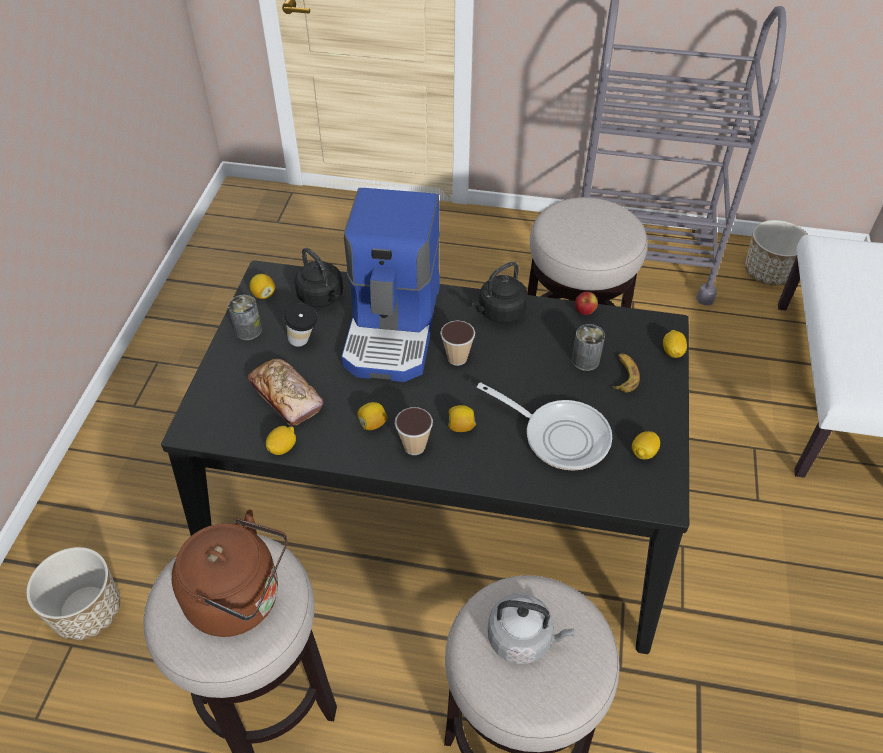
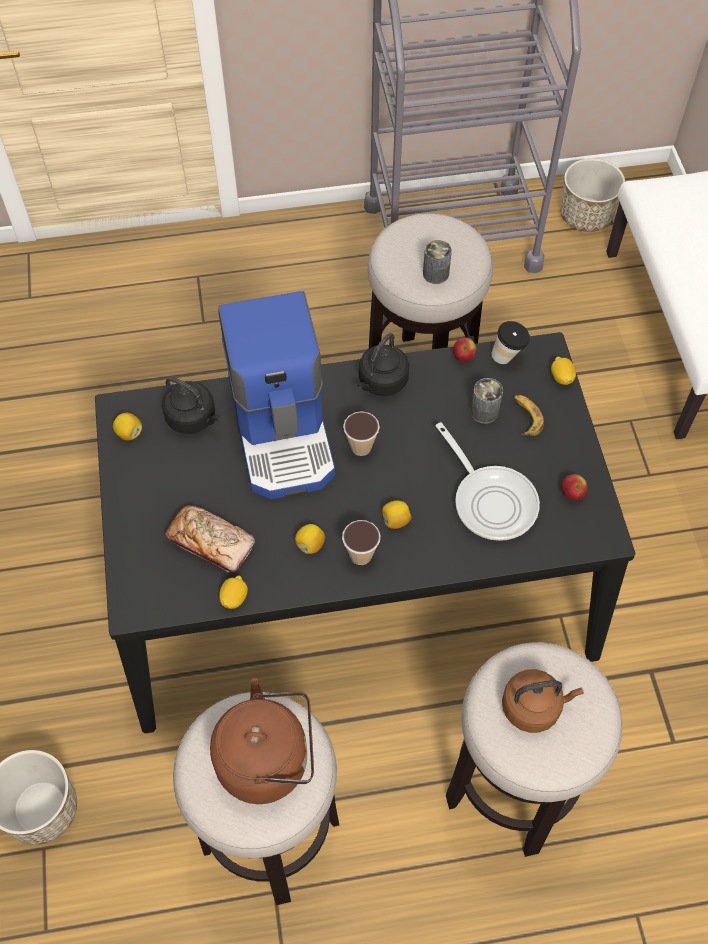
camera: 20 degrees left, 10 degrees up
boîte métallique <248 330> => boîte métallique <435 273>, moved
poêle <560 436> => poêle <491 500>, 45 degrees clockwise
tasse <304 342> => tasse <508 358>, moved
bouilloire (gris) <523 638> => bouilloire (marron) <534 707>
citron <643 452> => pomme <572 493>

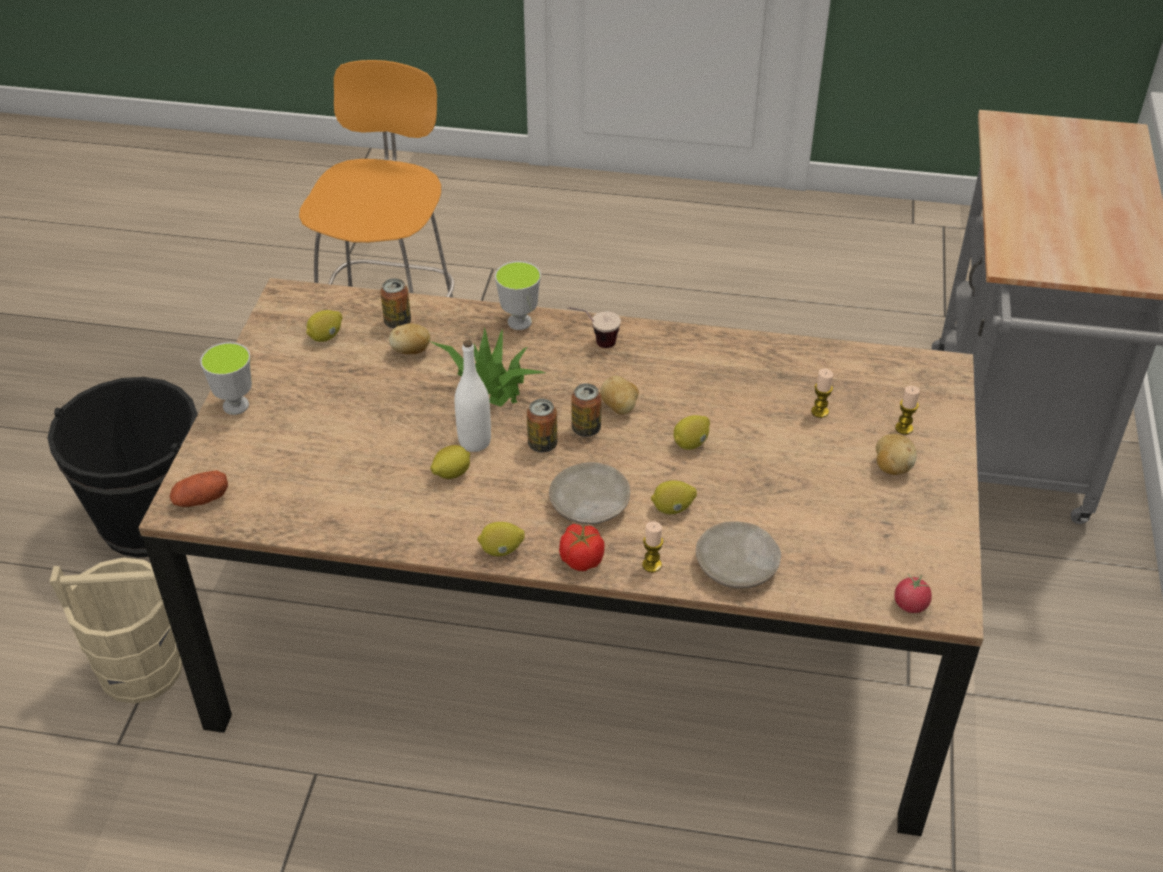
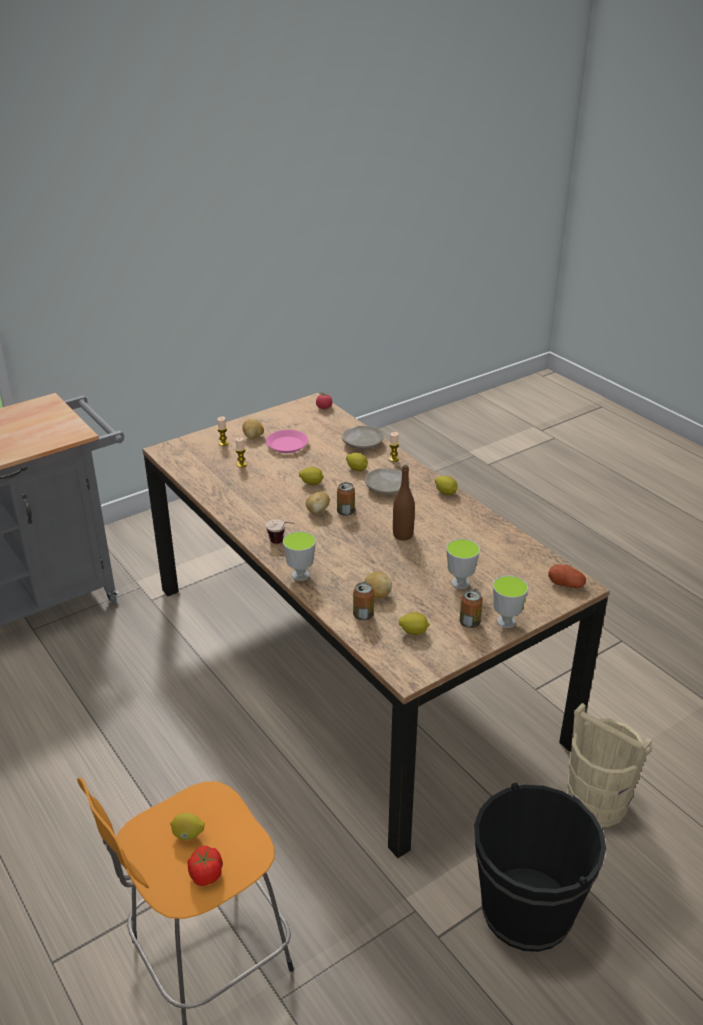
camera: 135 degrees left, 10 degrees down
citron <451 473> => citron <188 835>, moved
tomate <581 559> => tomate <206 874>, moved
nothing => assiette (rose) <287 445>
bouteille (blanc) <474 441> => bouteille (marron) <403 535>
nothing => tasse <460 583>
boîte métallique <542 444> => boîte métallique <469 623>, moved
plante en pot <489 385> => nothing

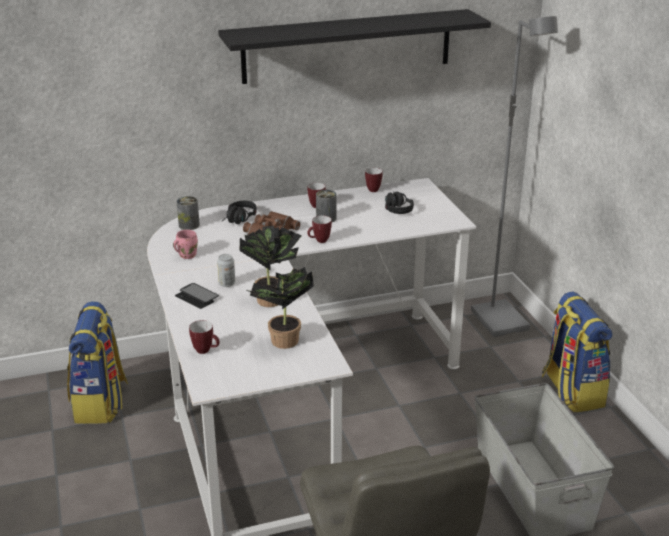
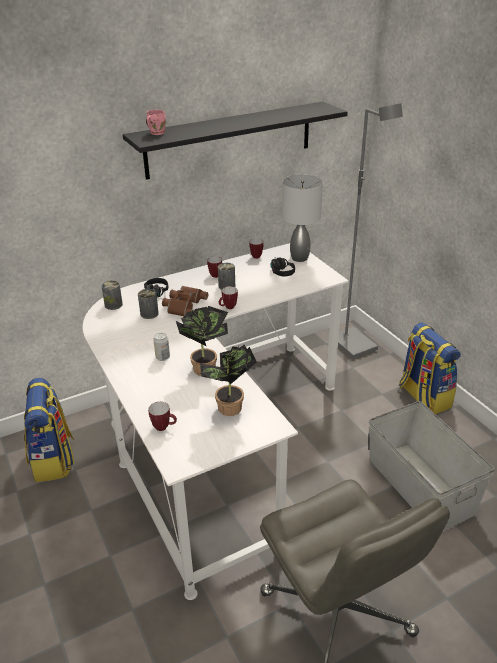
camera: 10 degrees left, 5 degrees up
nothing => boîte métallique <149 314>
mug (rose) <186 255> => mug (rose) <156 133>, moved
nothing => lampe de table (gris) <299 258>
téléphone <197 297> => nothing

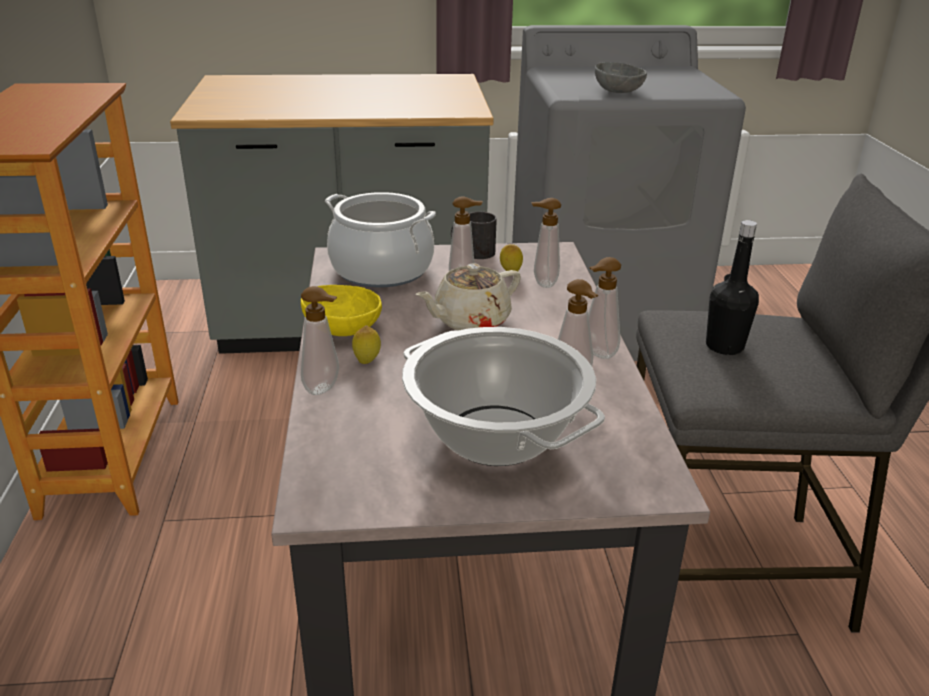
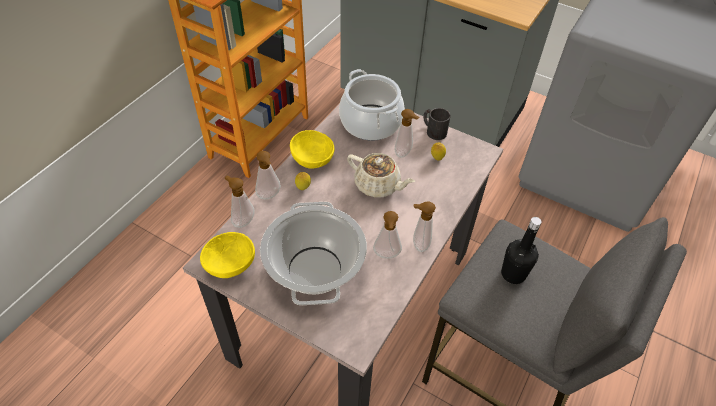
camera: 35 degrees right, 20 degrees up
nothing => bol (jaune) <229 264>
distributeur de savon <542 283> => distributeur de savon <242 220>, moved
théière (beige) <470 321> => théière (beige) <378 185>, 150 degrees counterclockwise
bol (gris) <619 91> => nothing

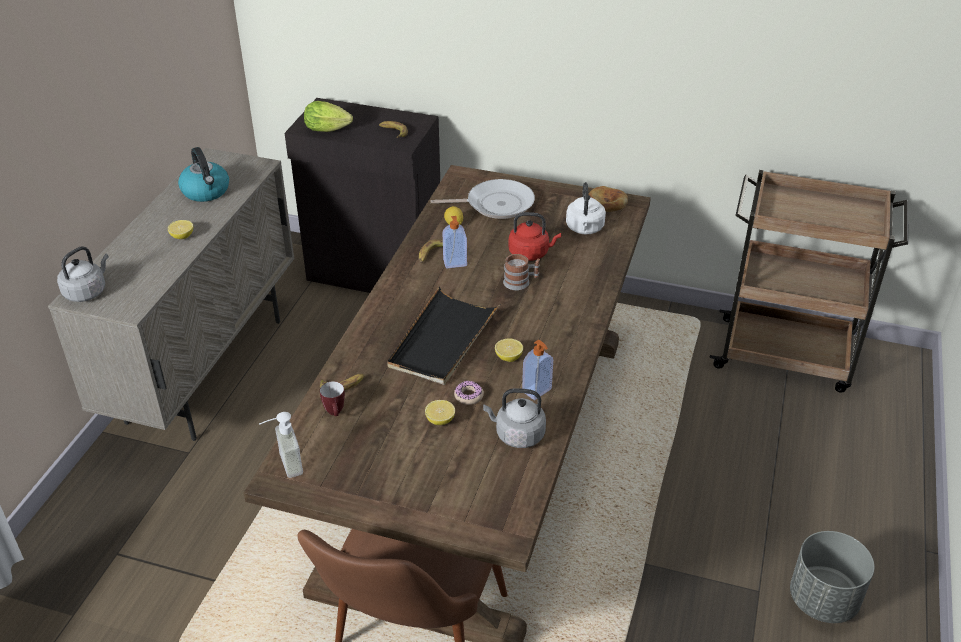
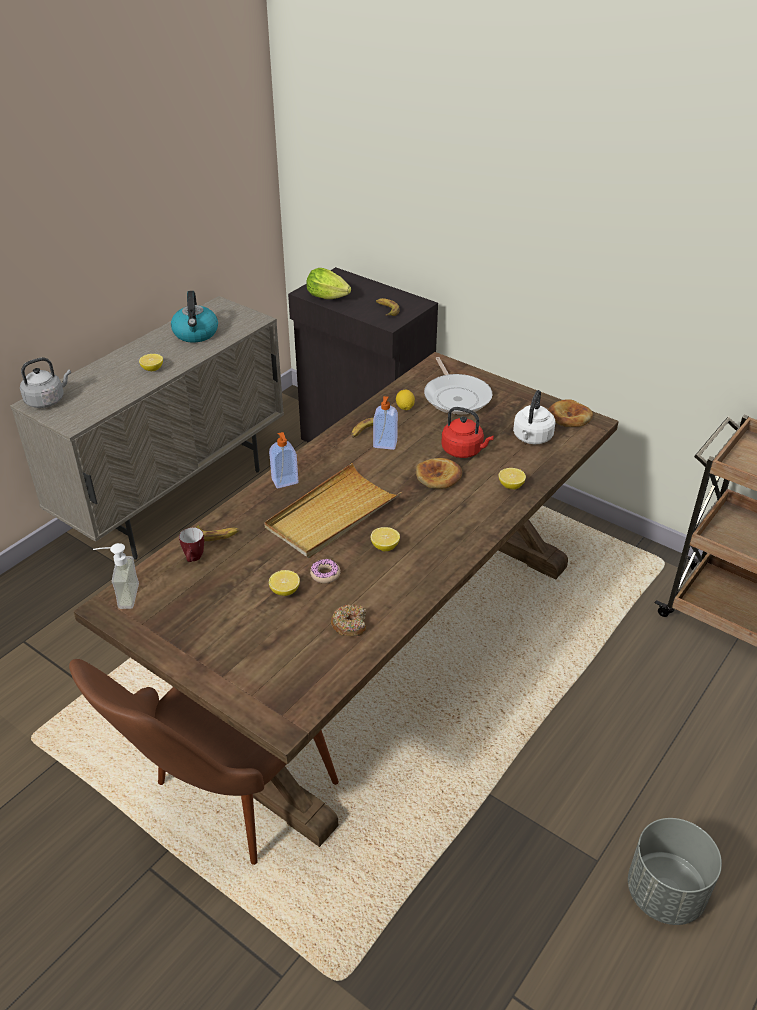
camera: 20 degrees right, 0 degrees up
plateau (noir) <443 340> => plateau (beige) <332 515>
distributeur de savon <537 391> => distributeur de savon <285 482>, moved
bouilloire (gris) <517 435> => beignet <350 625>
mug <521 282> => pain <438 476>
poêle <496 204> => poêle <456 397>, 60 degrees clockwise
nothing => citron <511 486>

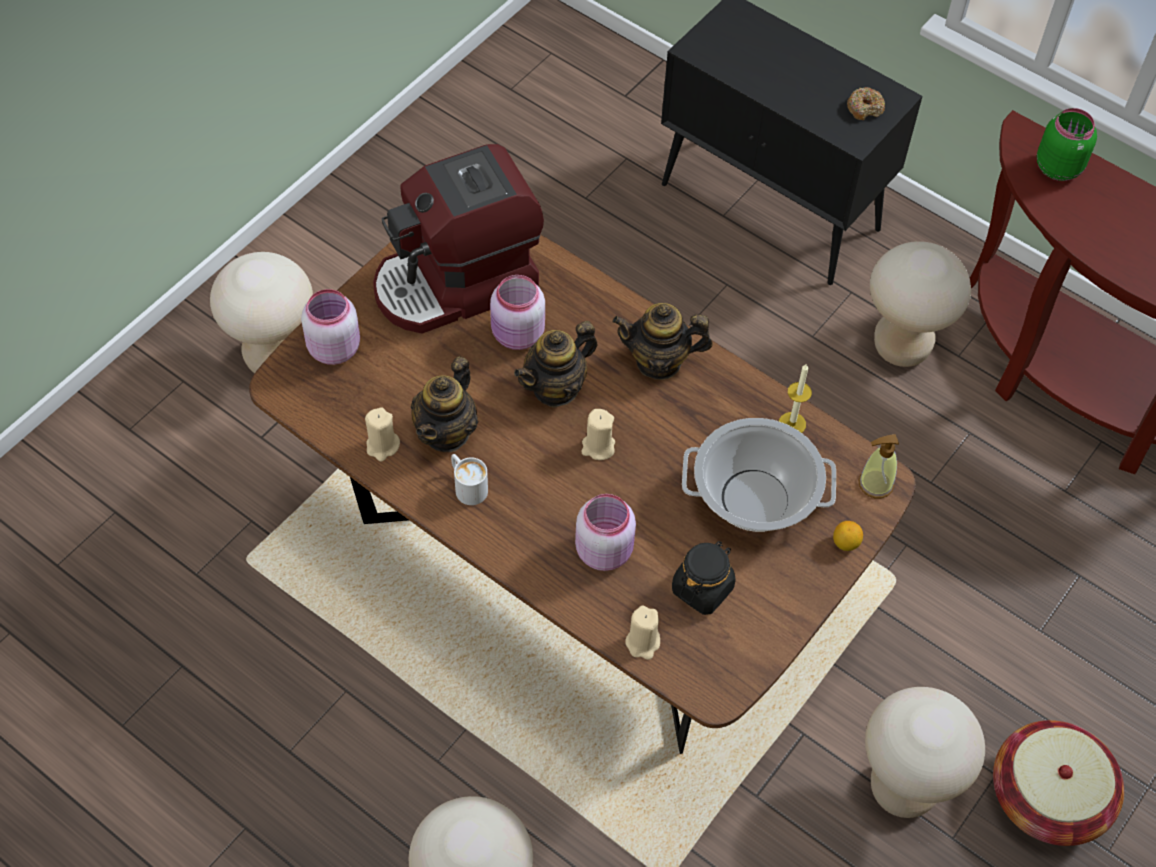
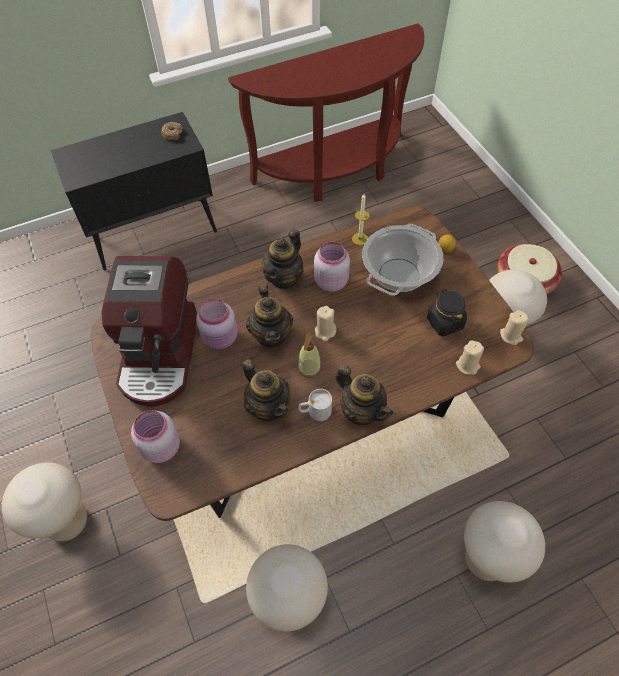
camera: 60 degrees left, 0 degrees up
tabouret (beige) <901 347> => tabouret (beige) <290 601>, moved
distributeur de savon <875 484> => distributeur de savon <309 368>, moved
bocal (rose) <605 550> => bocal (rose) <330 281>, moved
nothing => théière <361 410>
bougie (beige) <382 446> => bougie (beige) <511 336>, moved
bocal (vert) <1058 166> => nothing

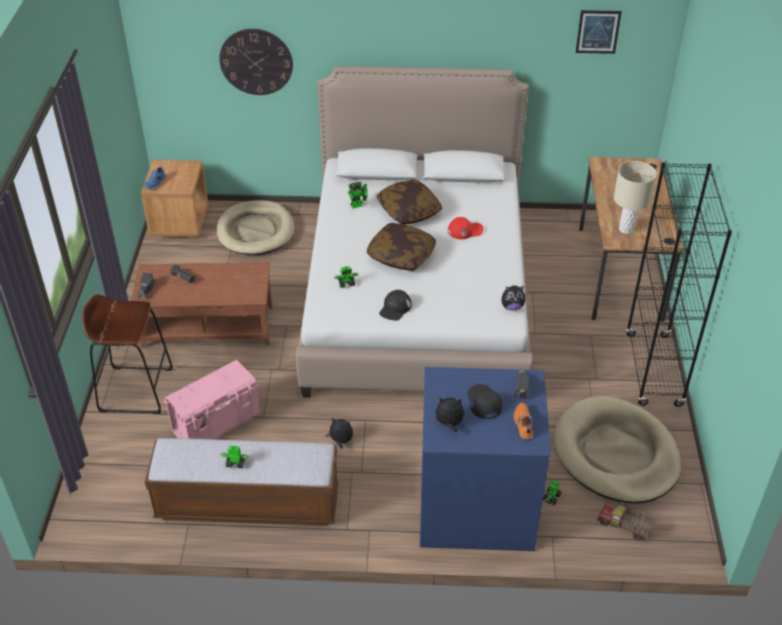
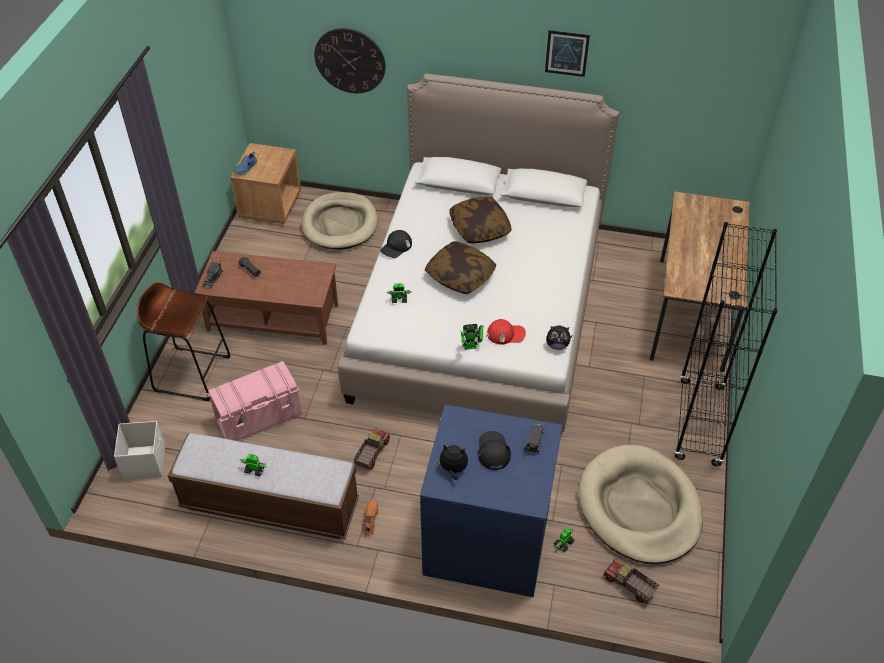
camera: 10 degrees right, 5 degrees up
nothing => boîte de rangement (blanc) <145 462>
peluche <340 441> => camion jouet <372 454>
chaussure (orange) <522 424> => chaussure (orange) <370 519>, moved
casquette (noir) <395 308> => casquette (noir) <396 247>, moved
robot jouet <358 205> => robot jouet <472 346>, moved
casquette (rouge) <465 230> => casquette (rouge) <506 334>, moved
tableau <598 31> => tableau <567 53>, moved
lampe de table (beige) <626 229> => nothing

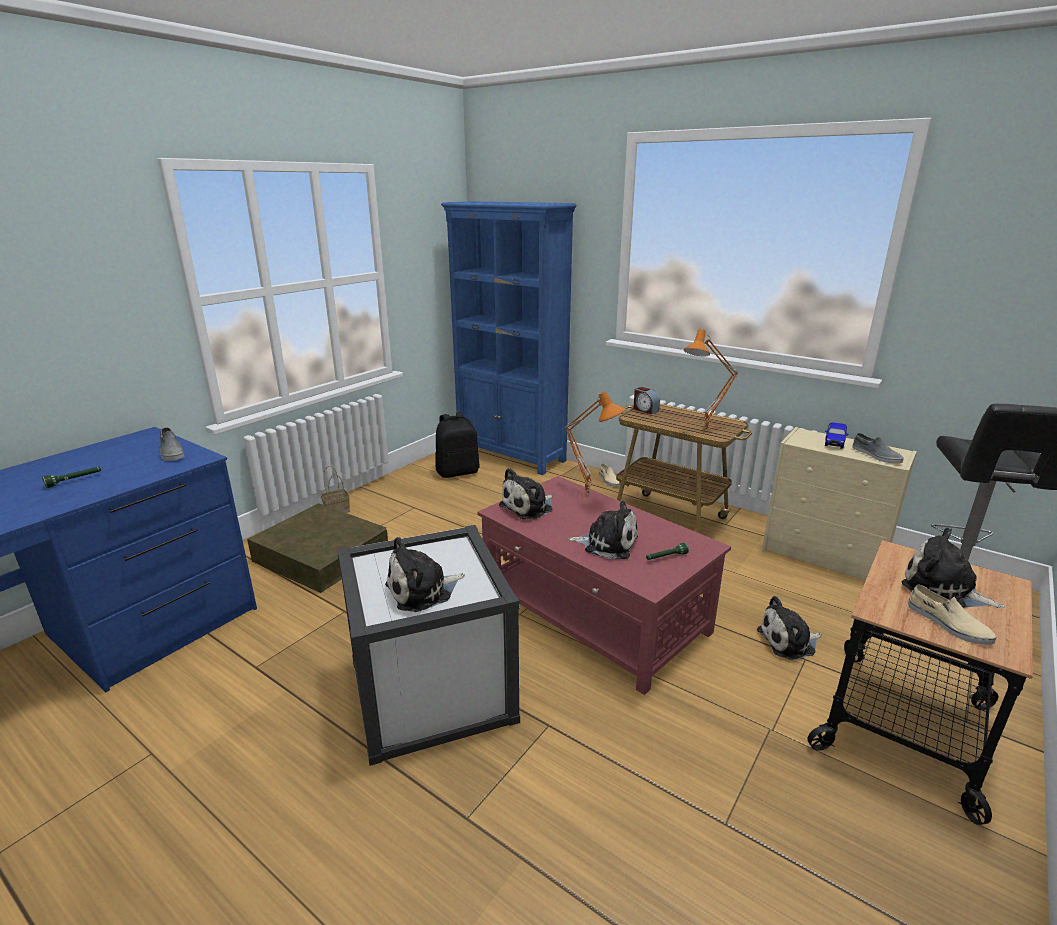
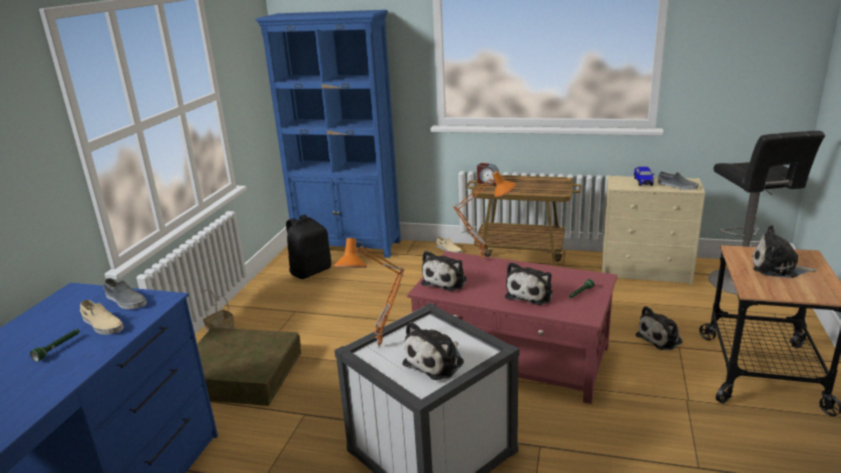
camera: 20 degrees left, 0 degrees up
chaussure (beige) <947 624> => chaussure (beige) <102 325>, moved
lampe de table (orange) <706 432> => lampe de table (orange) <381 347>, moved
peluche <607 543> => peluche <530 294>, 120 degrees clockwise

